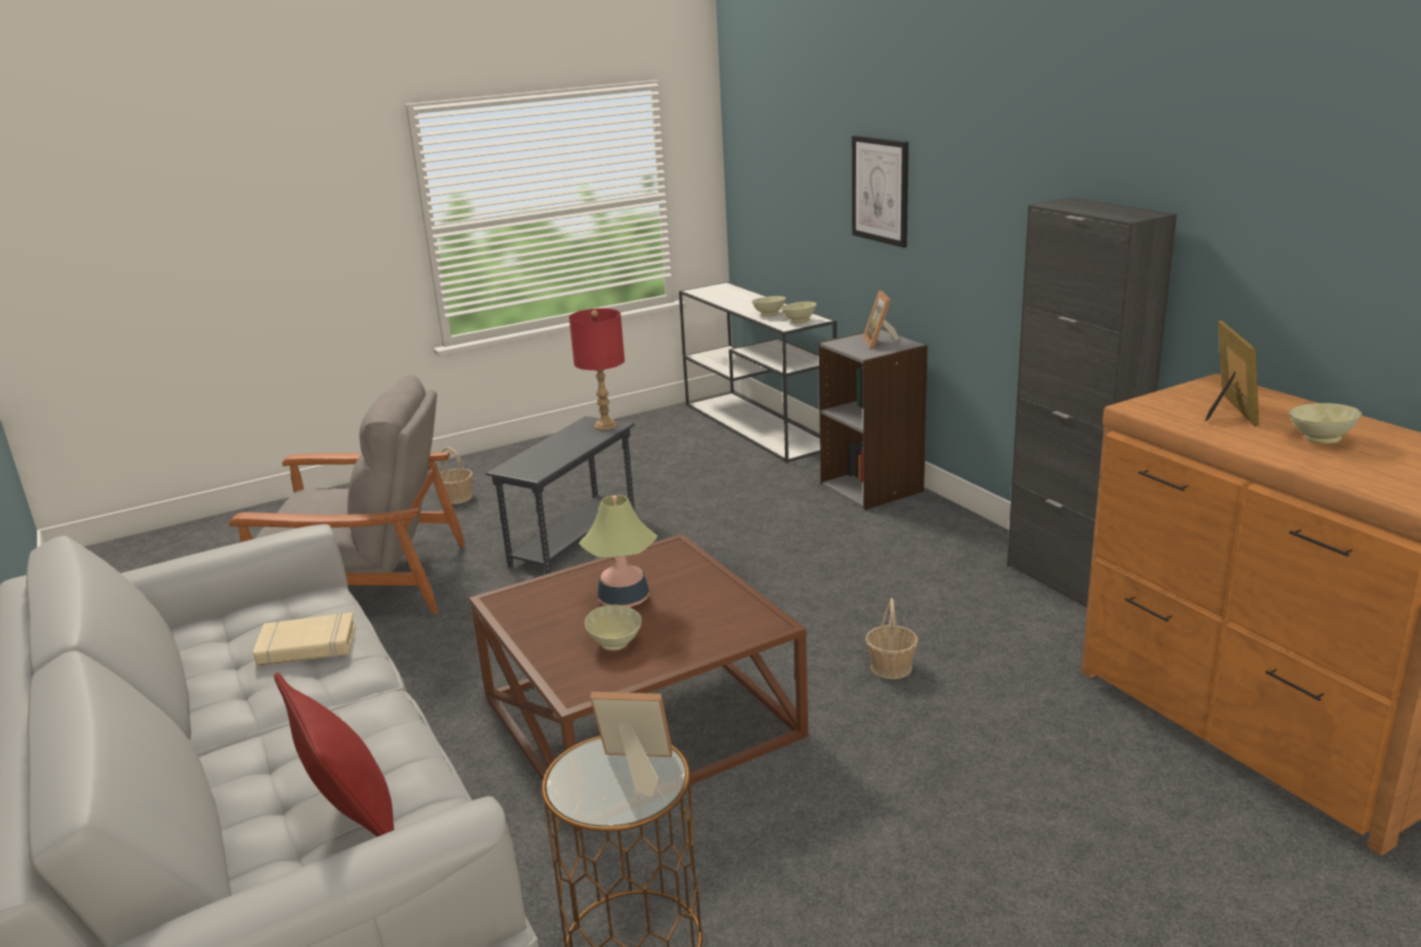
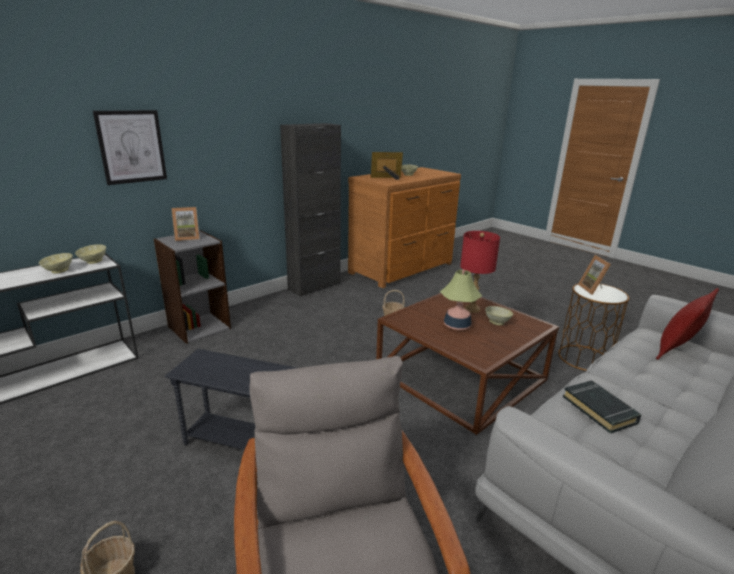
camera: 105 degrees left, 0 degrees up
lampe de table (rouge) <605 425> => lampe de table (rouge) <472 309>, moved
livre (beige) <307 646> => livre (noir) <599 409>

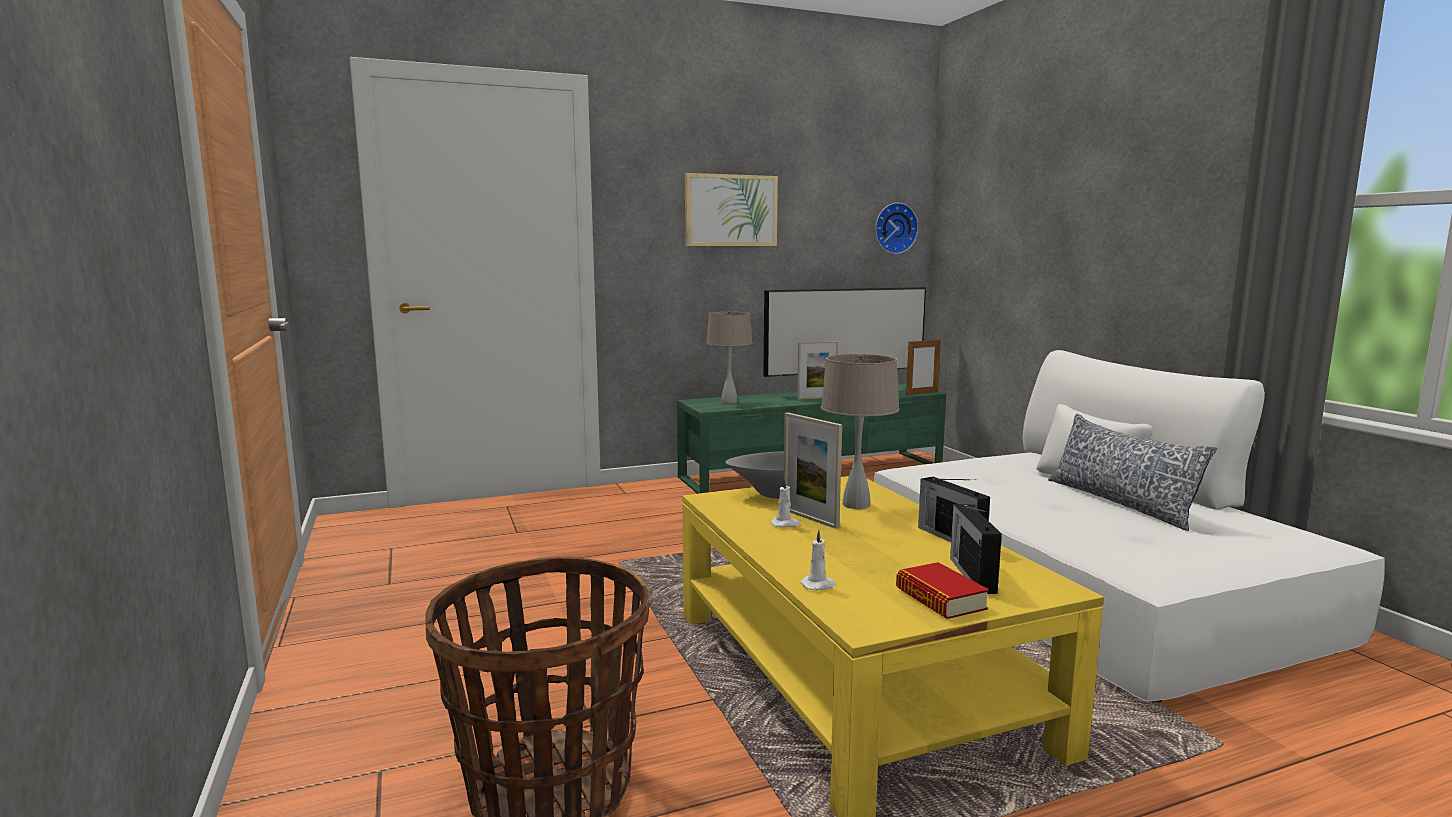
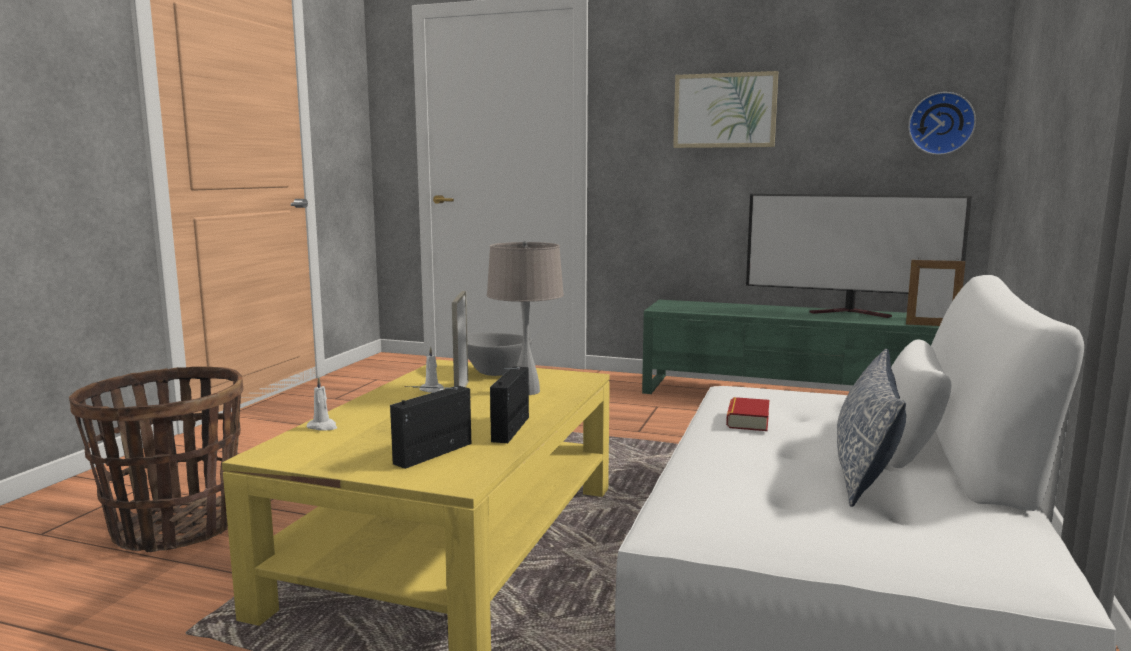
camera: 40 degrees right, 0 degrees up
livre <940 599> => livre <748 420>, moved
lampe de table (beige) <729 402> => nothing
cadre photo <817 398> => nothing

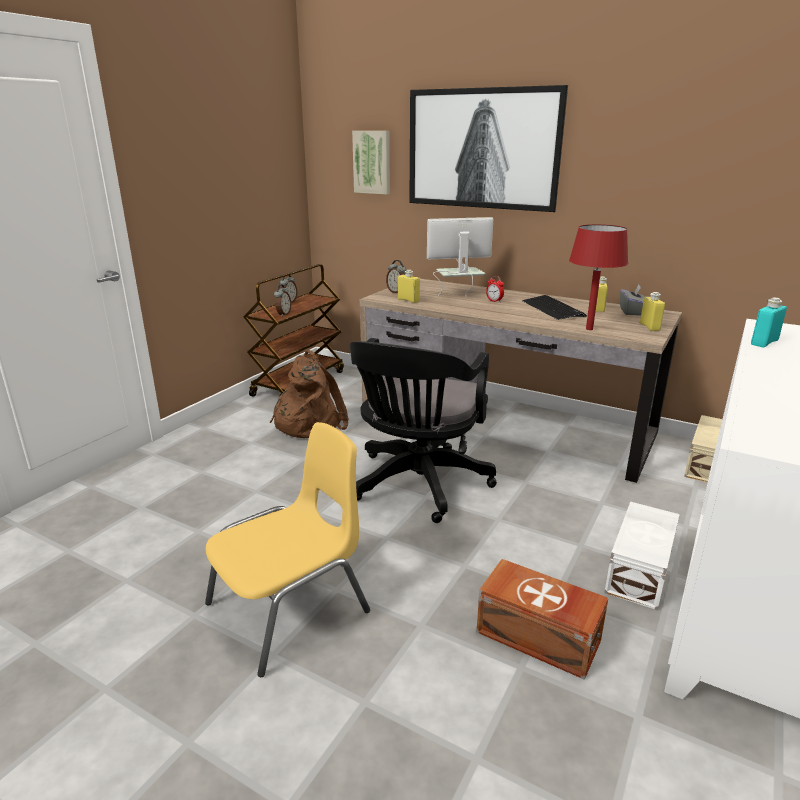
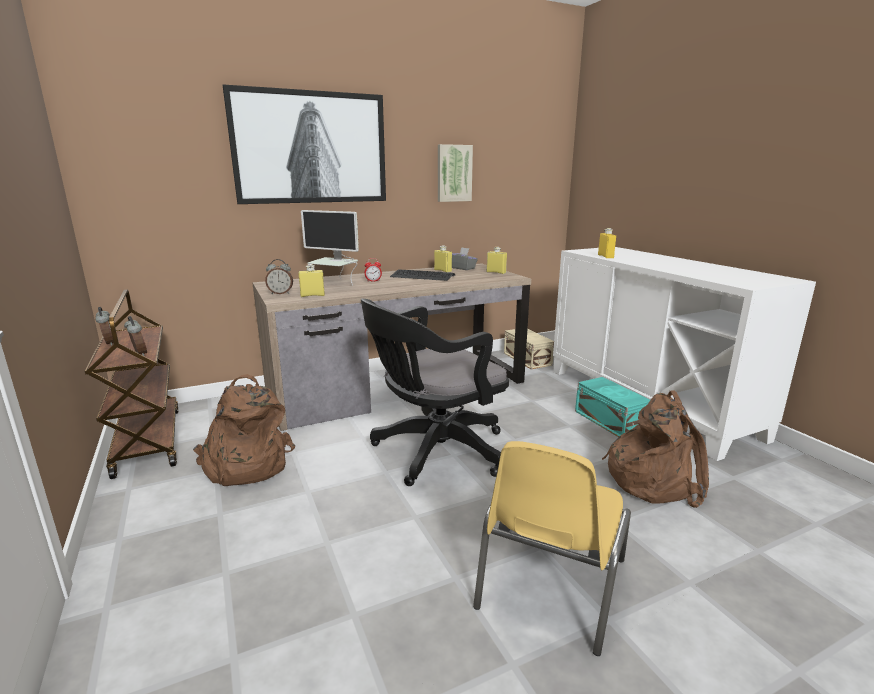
camera: 55 degrees left, 5 degrees down
écran d'ordinateur <458 295> => écran d'ordinateur <335 283>, 90 degrees counterclockwise
chaise de bureau (noir) <418 486> => chaise de bureau (noir) <434 452>, 90 degrees clockwise
tableau <372 162> => tableau <453 173>, moved
chaise (jaune) <291 608> => chaise (jaune) <549 584>, 150 degrees counterclockwise
boîte de rangement (blanc) <641 571> => boîte de rangement (turquoise) <610 420>
bouteille (turquoise) <764 342> => bouteille (jaune) <605 256>
boîte de rangement (marron) <539 638> => sac à dos (marron) <653 479>
lampe de table (rouge) <589 329> => nothing

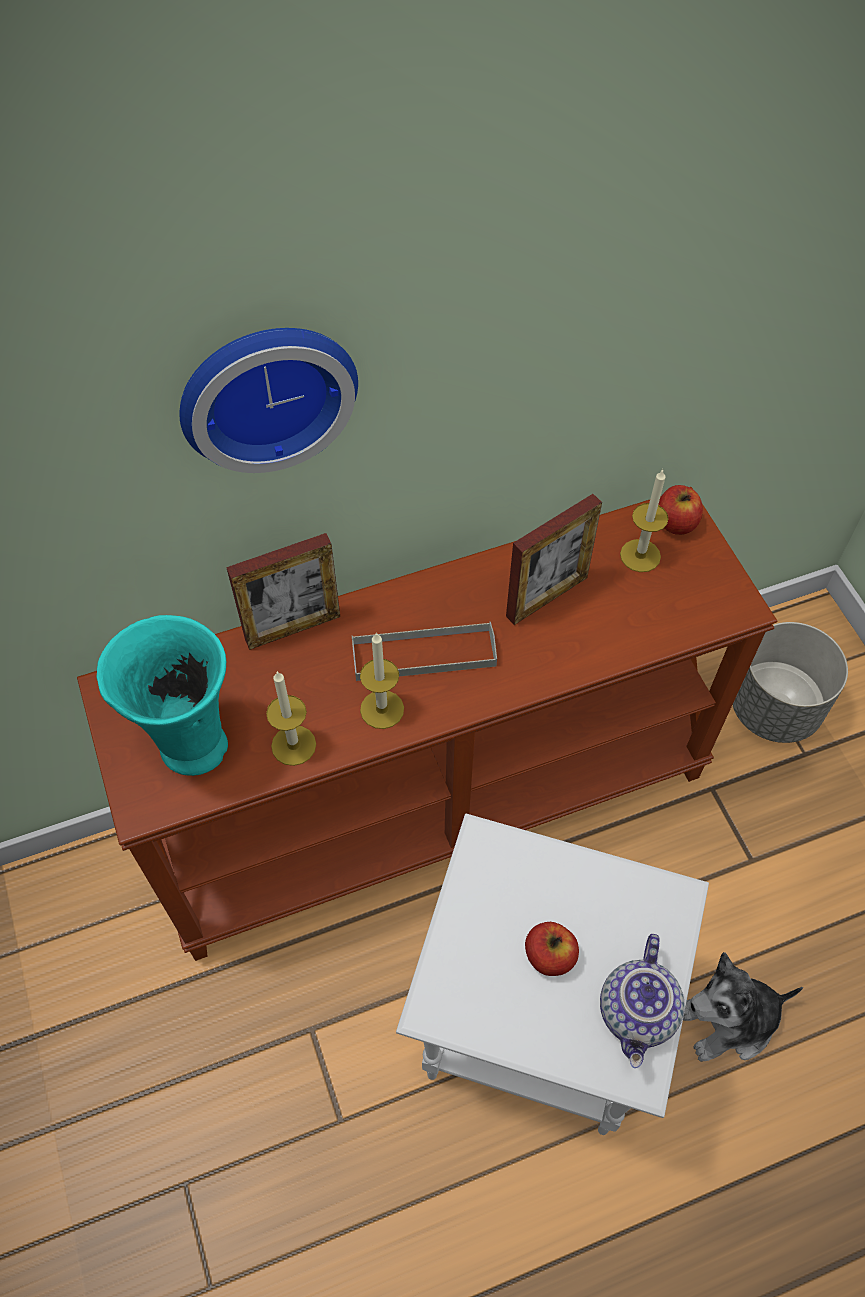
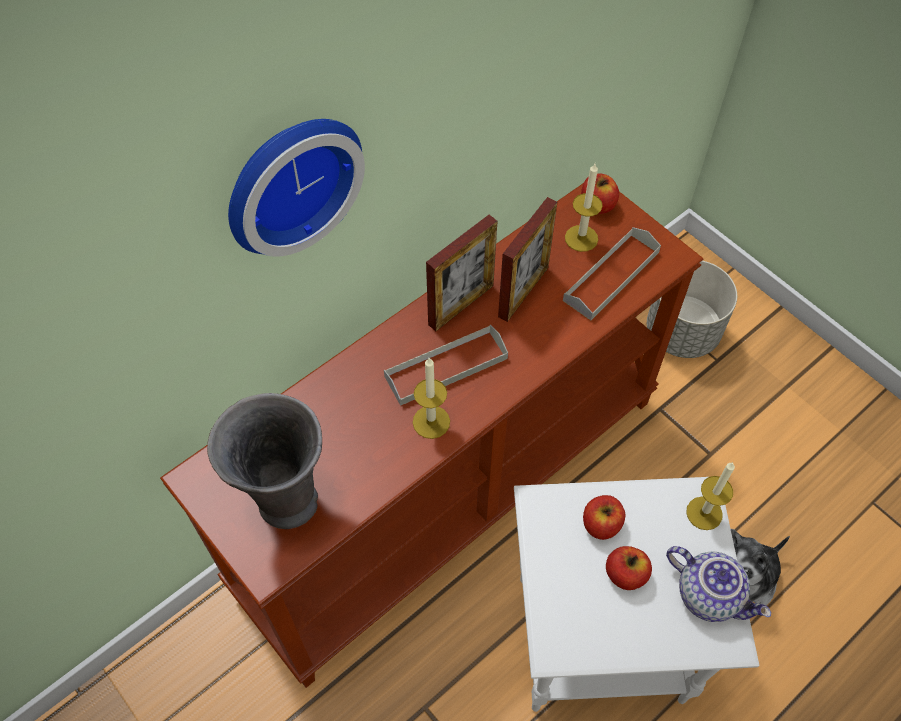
camera: 20 degrees left, 0 degrees up
vase (turquoise) <191 746> => vase (gris) <286 503>
cadre photo <293 628> => cadre photo <461 305>, moved
nothing => plateau (gris) <611 276>
nothing => pomme <601 524>
théière <639 1013> => théière <709 594>, 45 degrees counterclockwise
bougie <293 745> => bougie <704 513>, moved

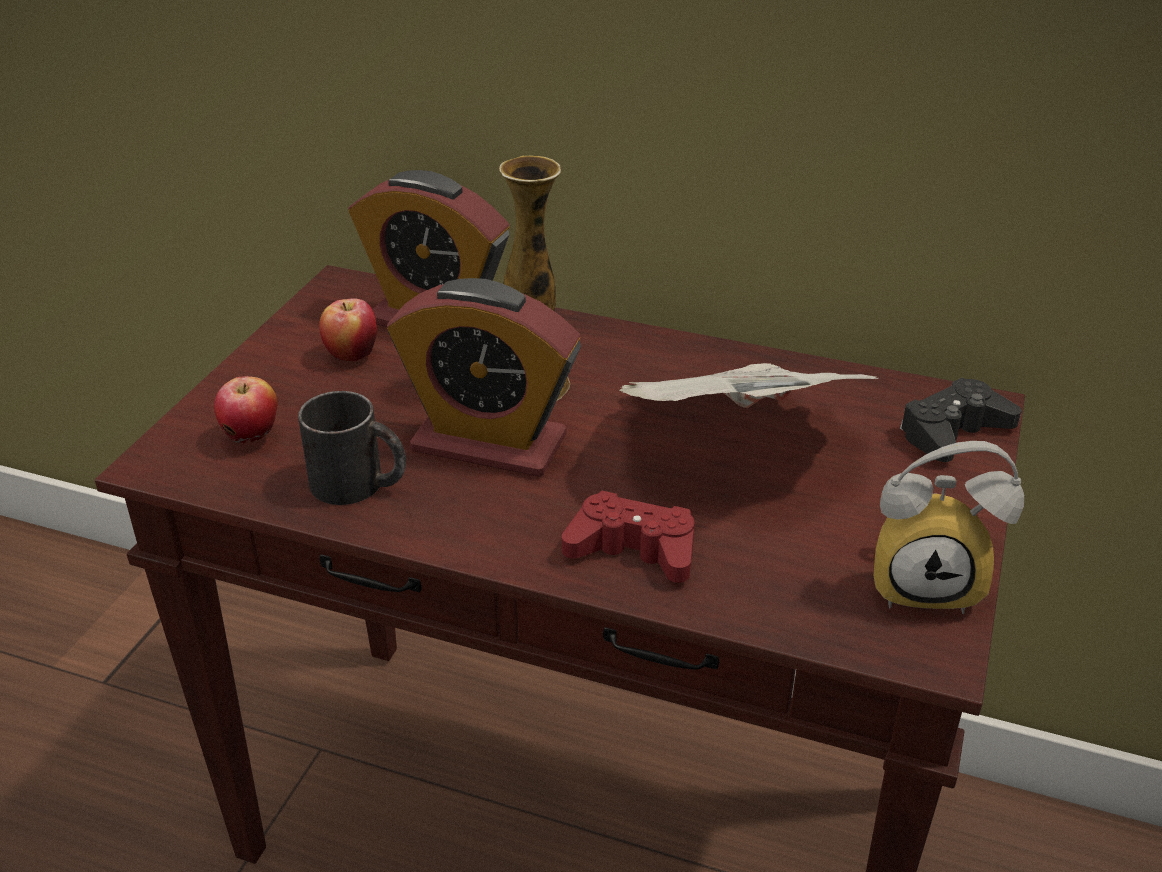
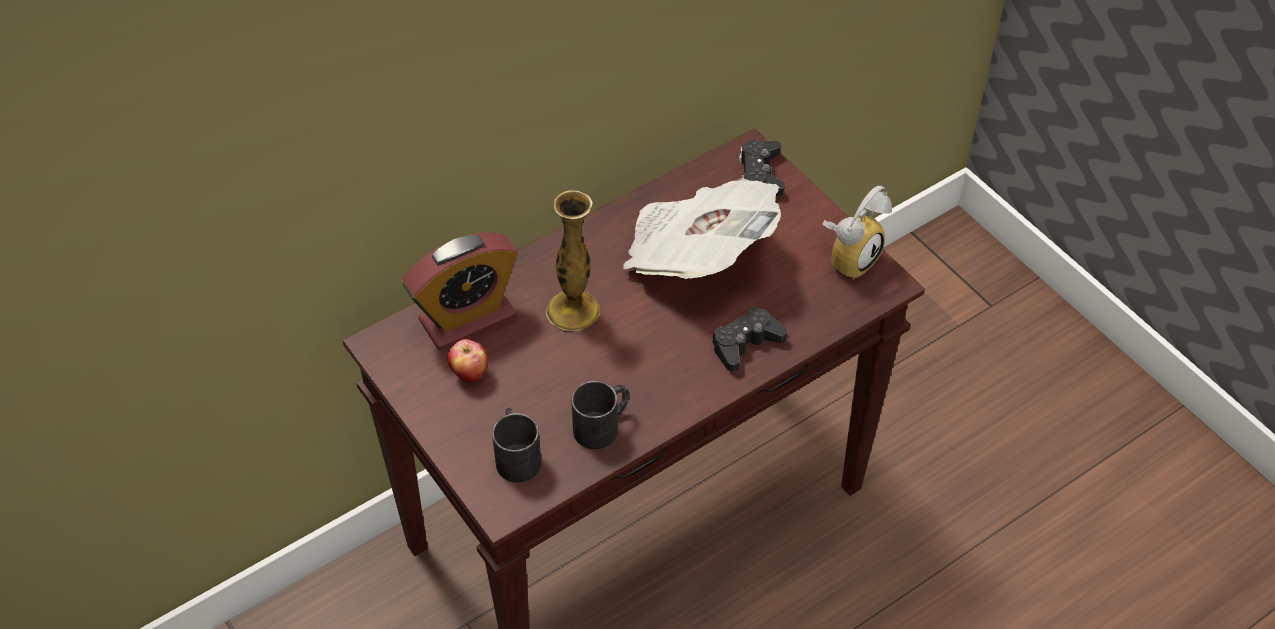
camera: 55 degrees left, 15 degrees up
pomme <252 438> => mug (noir) <516 455>
manette (rouge) <633 550> => manette (noir) <745 344>
réveil <489 443> => nothing

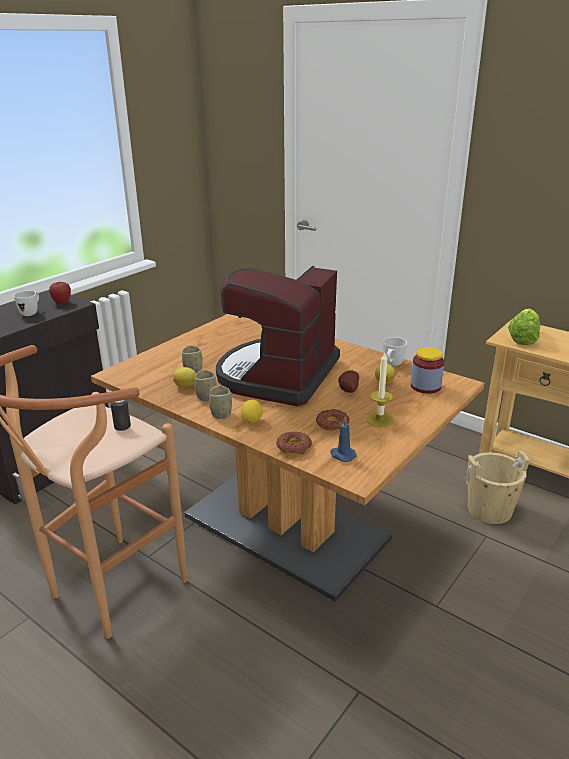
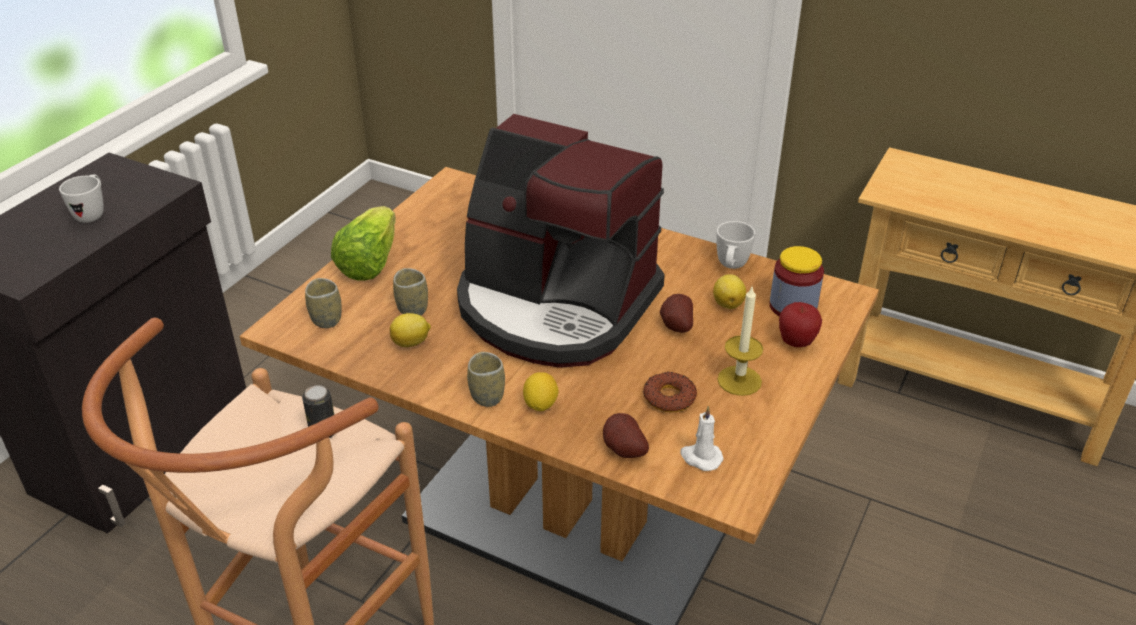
camera: 10 degrees left, 10 degrees up
tasse <206 397> => tasse <326 319>, moved
laitue <523 338> => laitue <369 262>, moved
machine à café <277 375> => machine à café <555 306>, 75 degrees counterclockwise
beignet <294 447> => pomme de terre <622 450>
bougie (bleu) <342 455> => bougie (blanc) <700 457>
pomme <62 303> => pomme <796 343>, moved
seau (beige) <489 510> => nothing

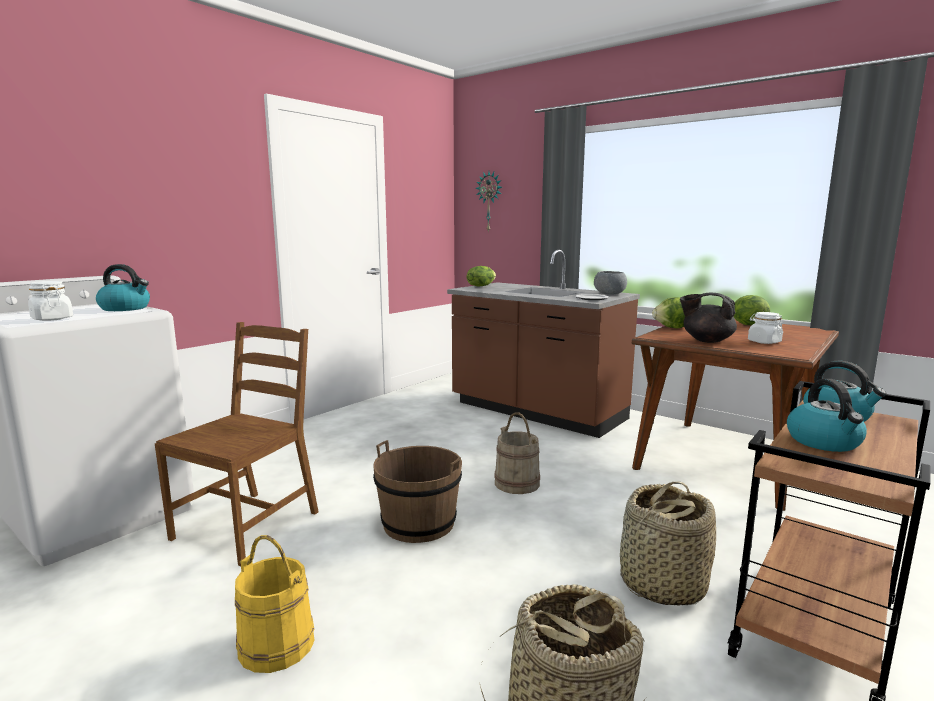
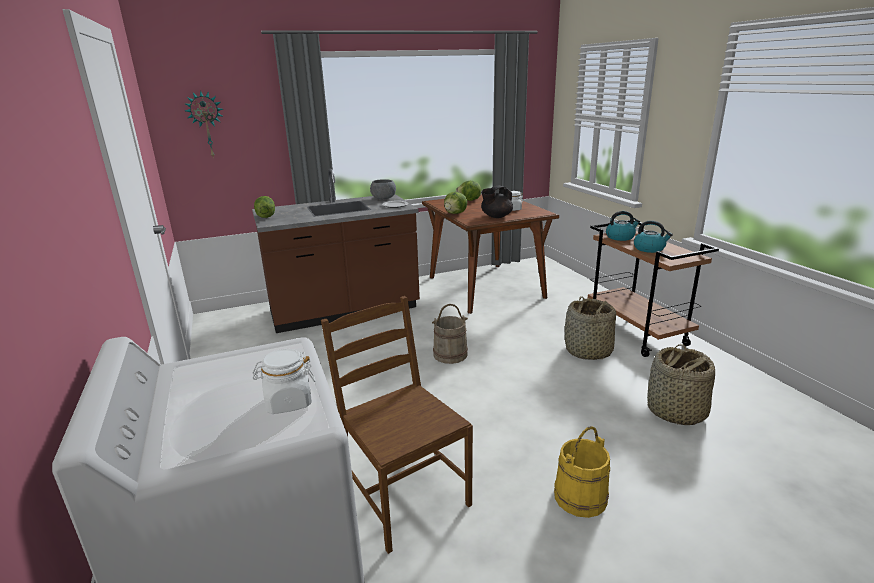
camera: 60 degrees left, 10 degrees up
bouilloire <126 308> => nothing
seau (marron) <419 523> => nothing

